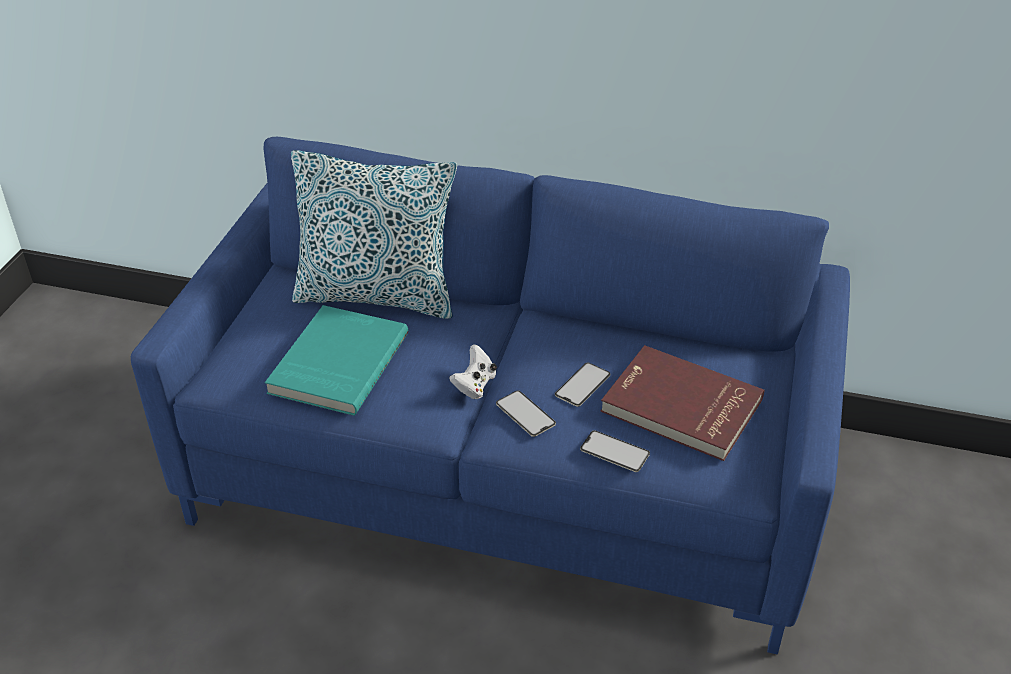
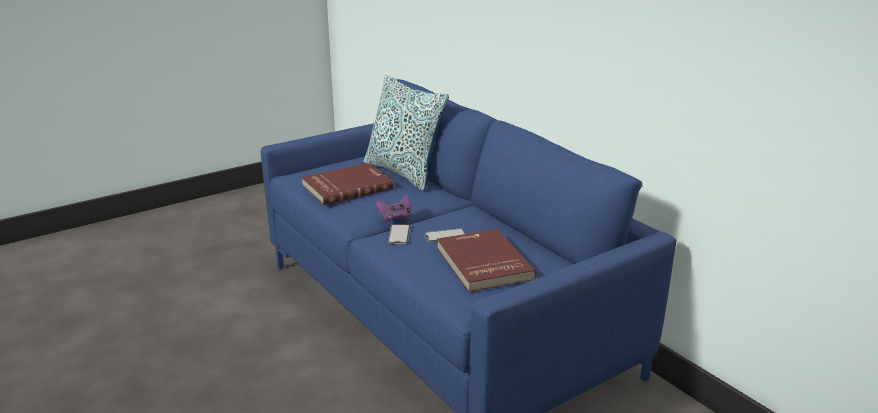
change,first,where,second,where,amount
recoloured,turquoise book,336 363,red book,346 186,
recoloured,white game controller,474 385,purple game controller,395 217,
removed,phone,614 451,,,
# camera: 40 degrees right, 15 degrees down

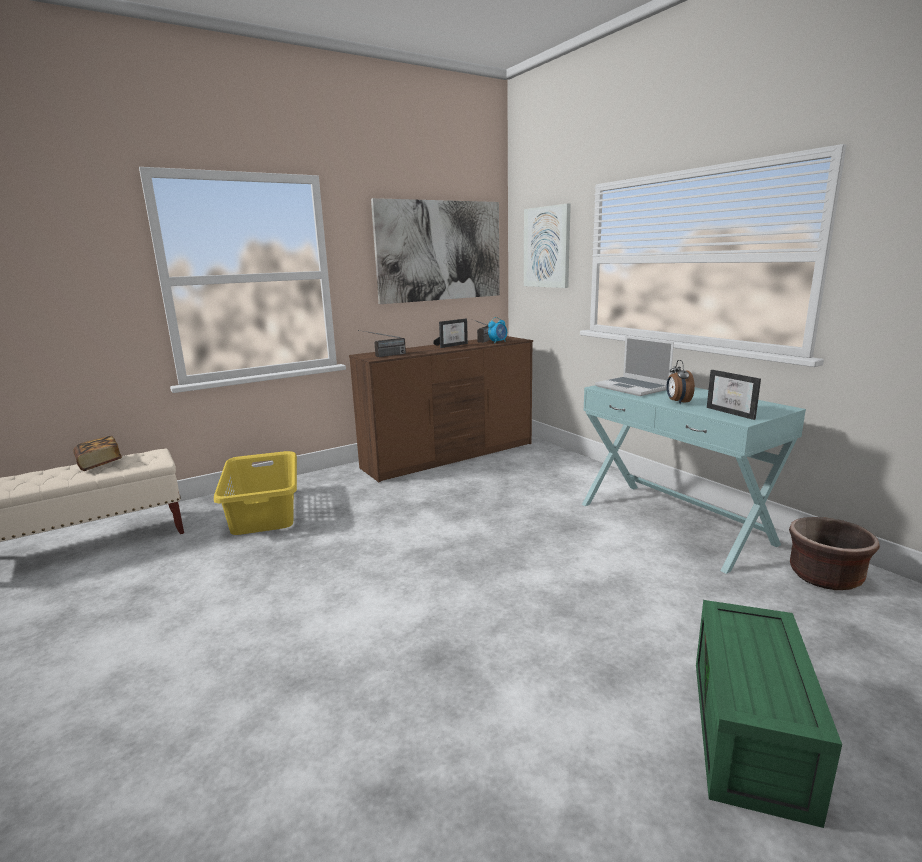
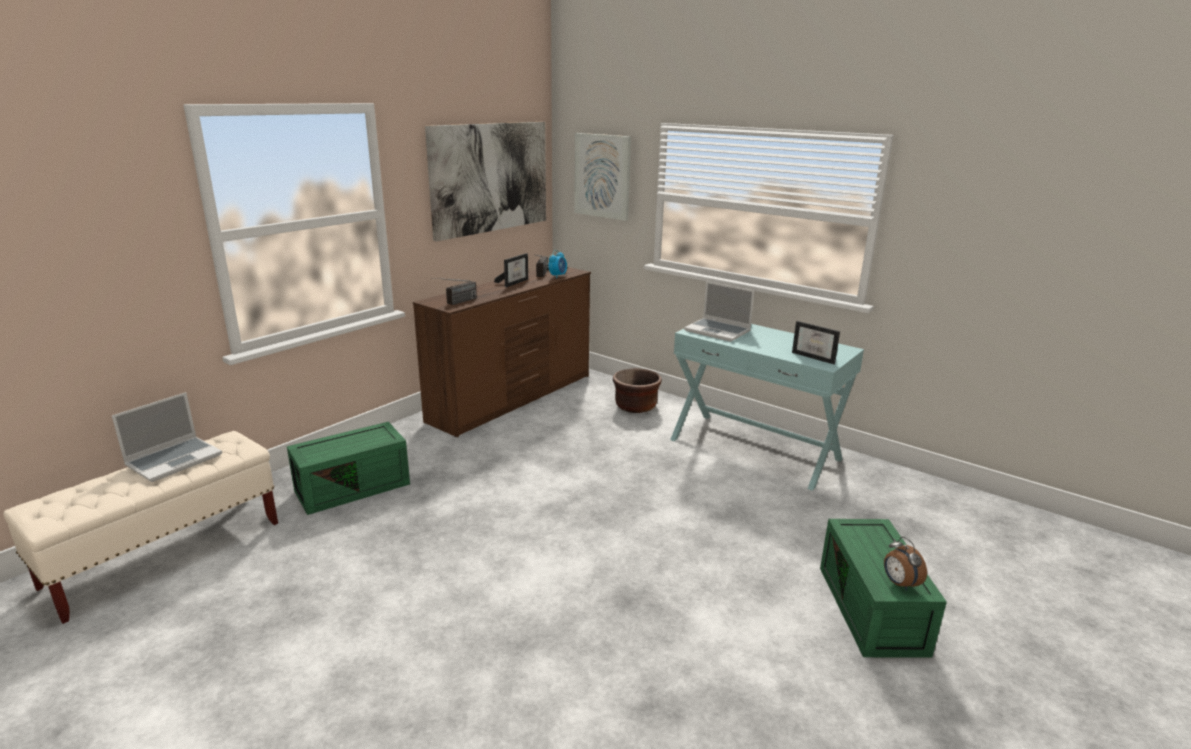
change,first,where,second,where,amount
replaced,book,99 463,laptop,175 460,
replaced,yellow laundry basket,265 512,green storage box,353 486,
moved,alarm clock,677 402,,899 583,
moved,brown planter,825 577,,636 406,
# camera: 20 degrees left, 5 degrees up

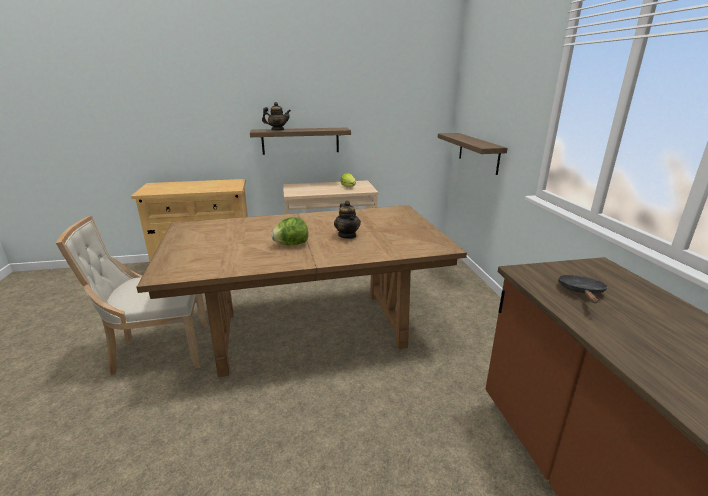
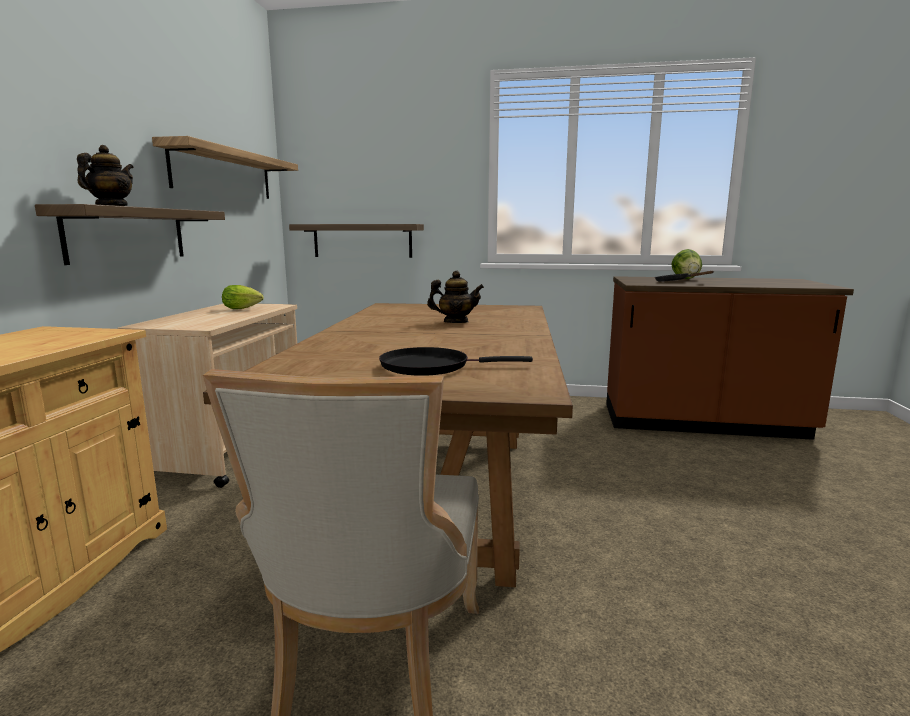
change,first,where,second,where,amount
moved,lettuce,291 244,,686 279,
added,,,shelf,224 173,
added,,,black frying pan,431 366,
# camera: 70 degrees left, 10 degrees down

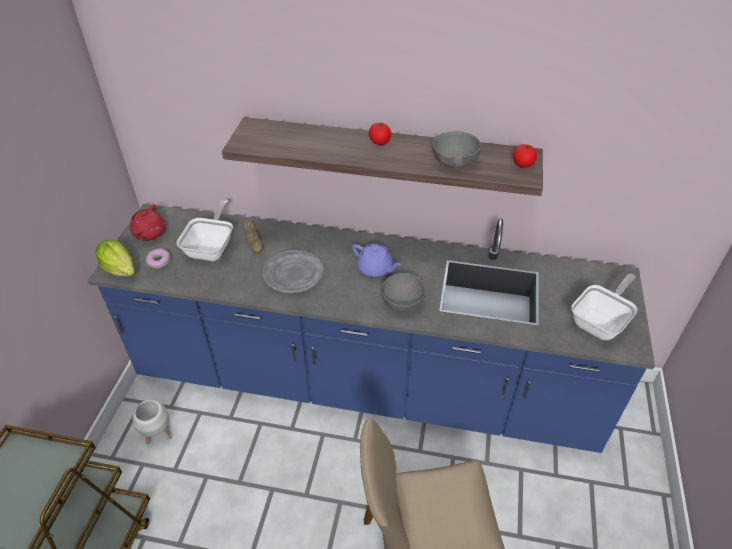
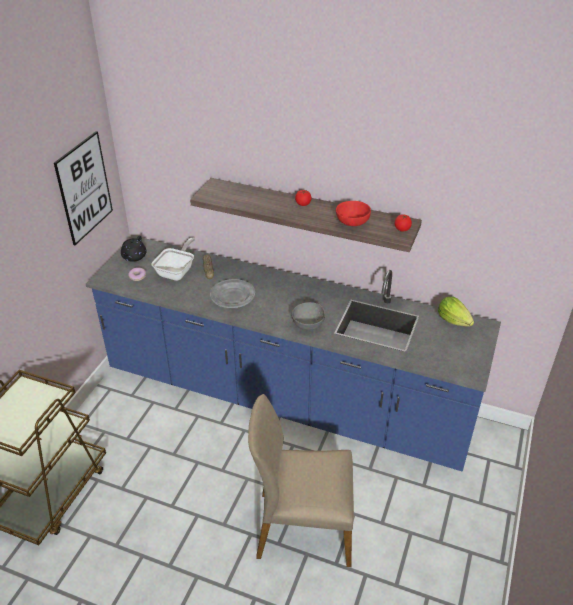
change,first,where,second,where,amount
moved,lettuce,120 269,,453 320,
recoloured,red teapot,149 233,black teapot,134 257,
removed,white planter,158 436,,,
removed,purple teapot,375 269,,,
recoloured,grey bowl,453 163,red bowl,351 223,
removed,frying pan,601 322,,,
added,,,picture,84 188,
# camera: 10 degrees right, 5 degrees down

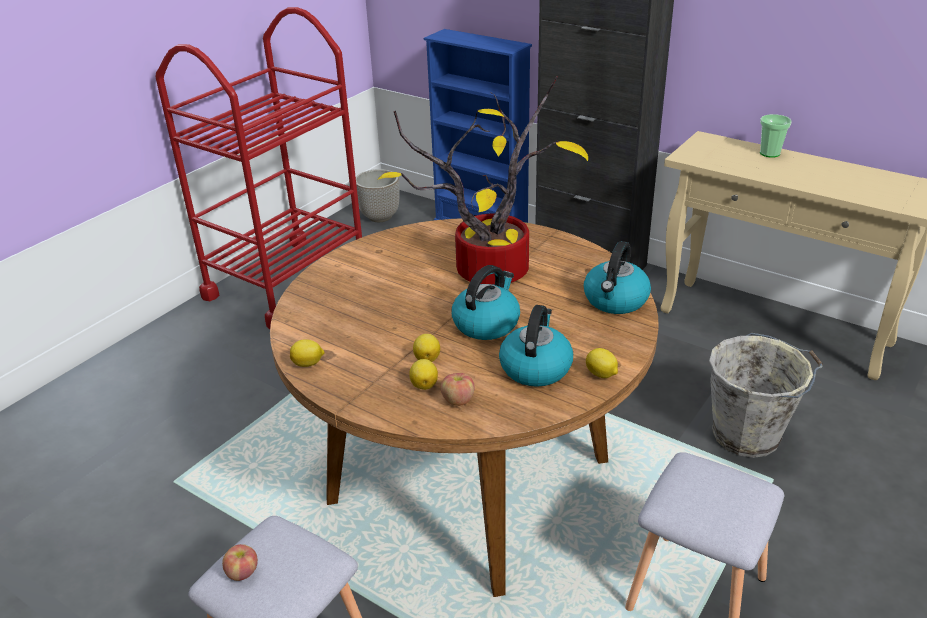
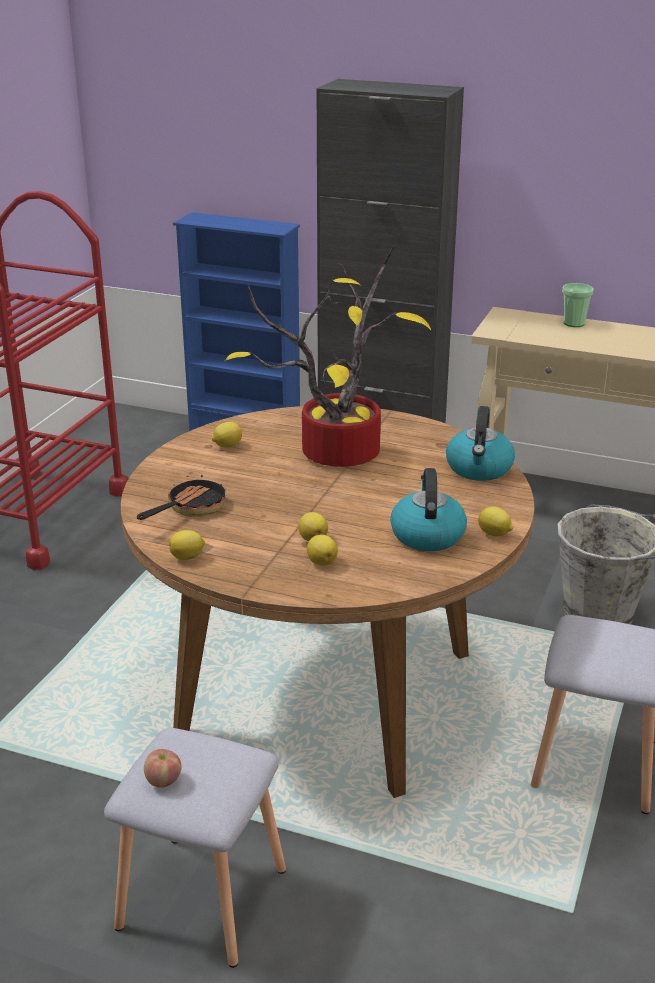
change,first,where,second,where,amount
removed,planter,380 217,,,
removed,apple,458 400,,,
removed,kettle,486 323,,,
added,,,frying pan,190 508,
added,,,lemon,227 446,
# camera: 15 degrees left, 5 degrees down

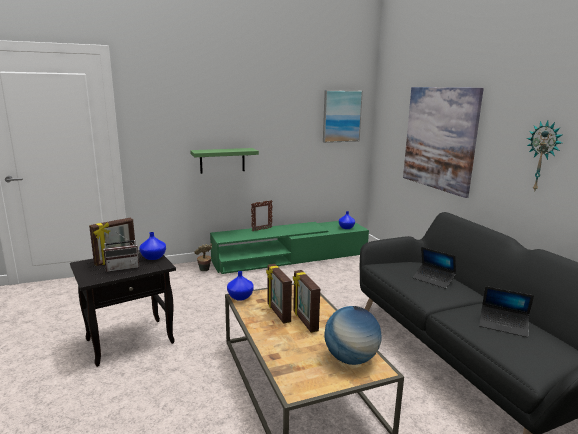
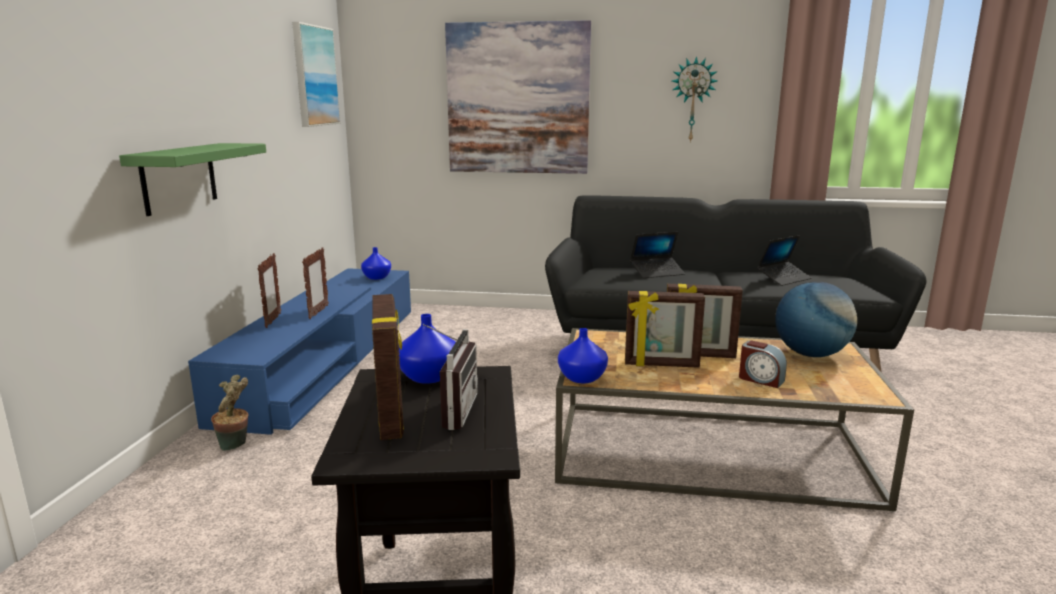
change,first,where,second,where,amount
recoloured,green tv stand,290 258,blue tv stand,326 360,
added,,,picture frame,318 312,
added,,,alarm clock,760 379,
# camera: 60 degrees left, 0 degrees up

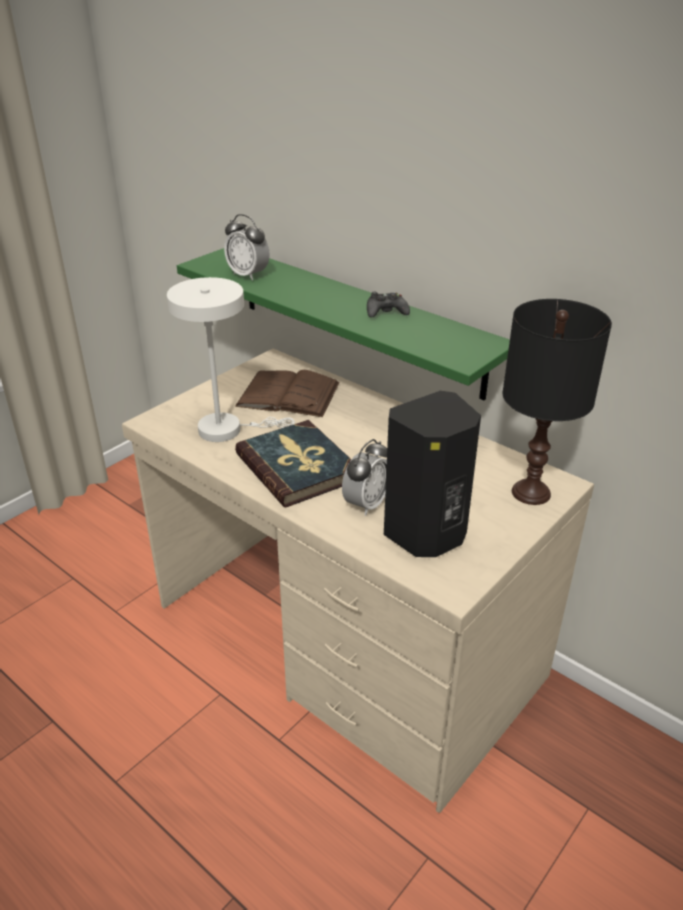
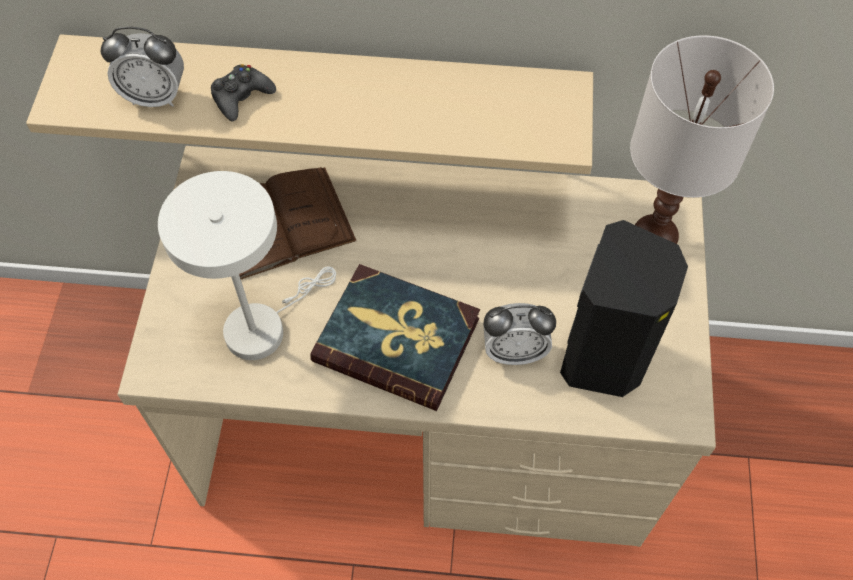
change,first,where,second,where,amount
recoloured,green shelf,357 319,beige shelf,327 86,
turned,alarm clock,366 504,,514 351,90 degrees clockwise
moved,black game controller,386 312,,241 97,
recoloured,black table lamp,530 492,white table lamp,654 233,
# camera: 35 degrees left, 25 degrees up

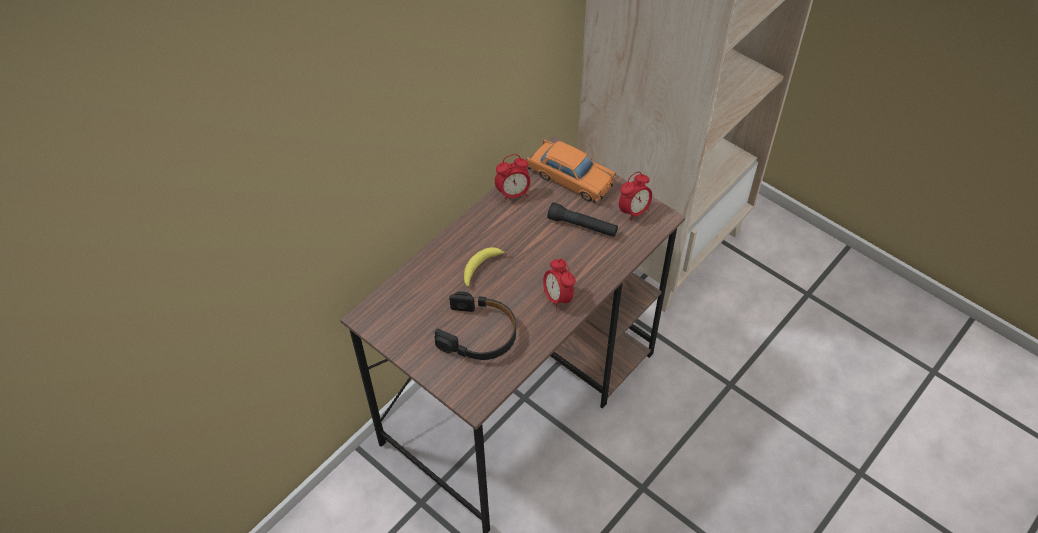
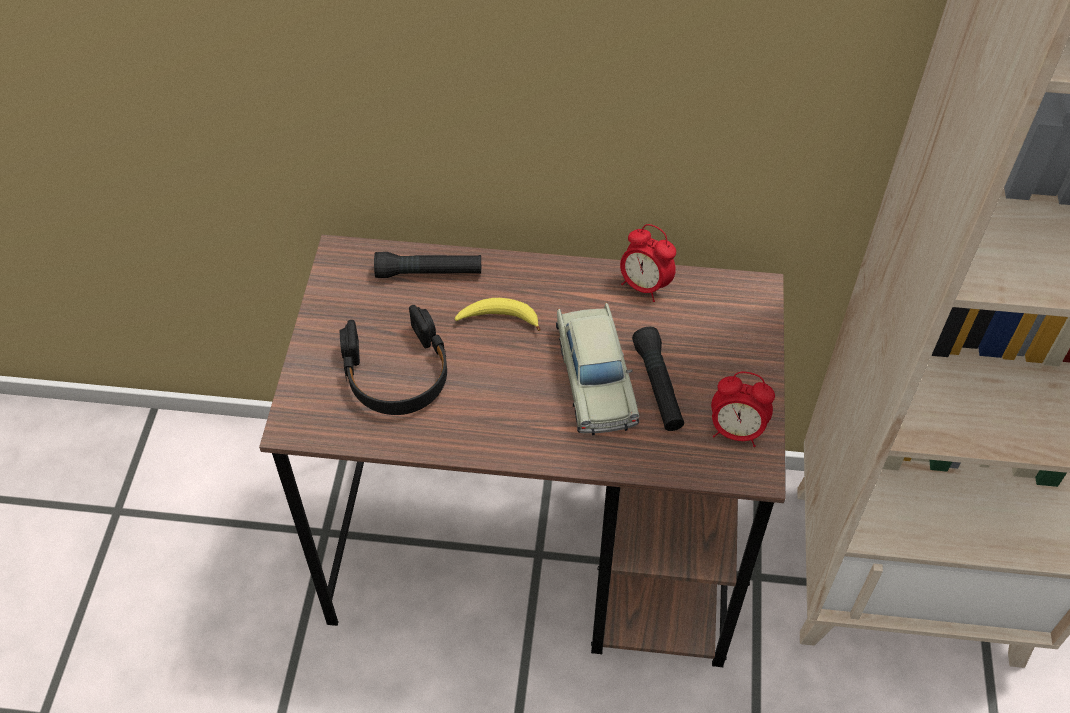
change,first,where,second,where,amount
removed,orange toy car,570 178,,,
removed,alarm clock,558 297,,,
added,,,black flashlight,429 273,
added,,,beige toy car,595 378,
# camera: 55 degrees right, 0 degrees up

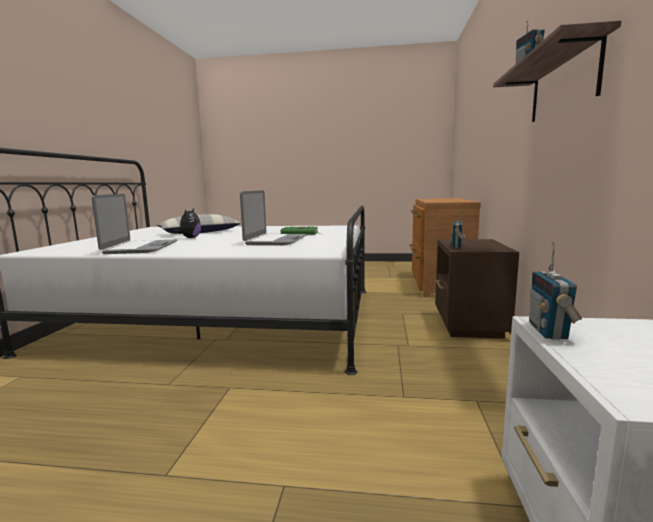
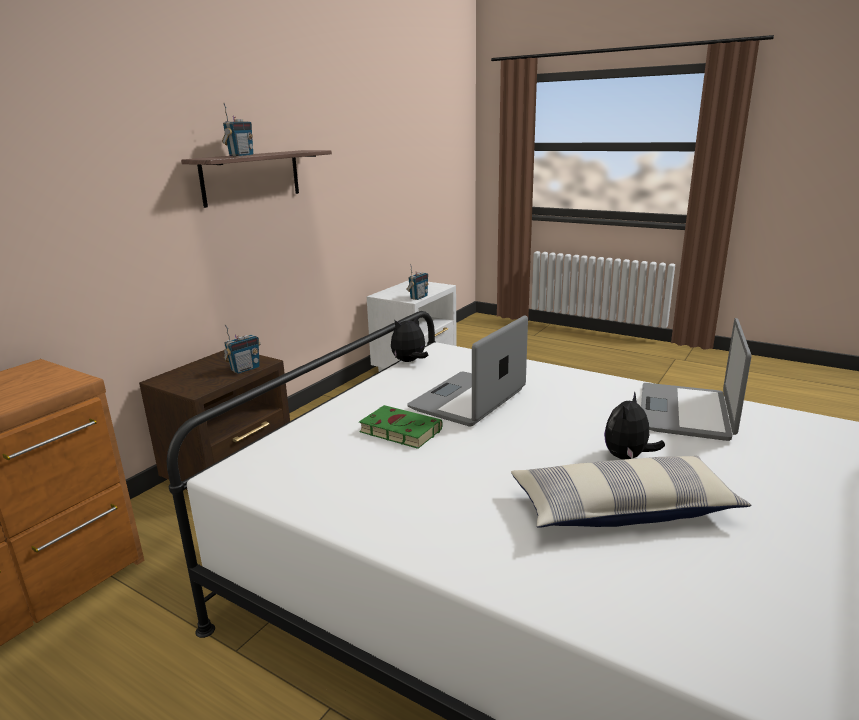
change,first,where,second,where,amount
added,,,plush toy,409 361,
# camera: 155 degrees left, 10 degrees up

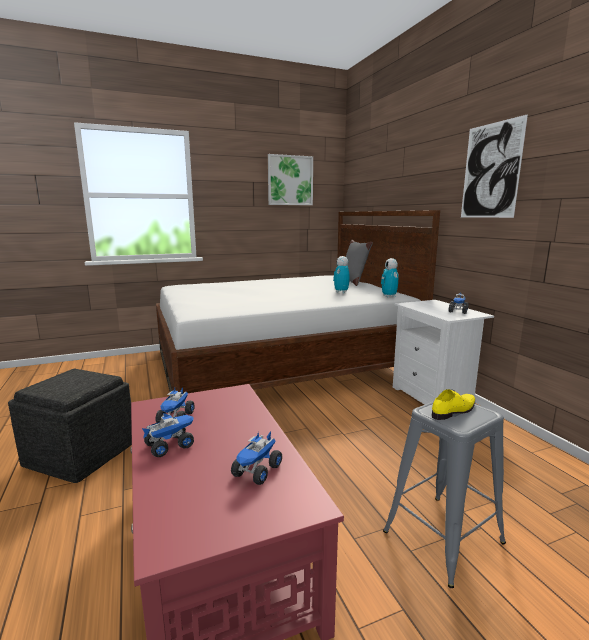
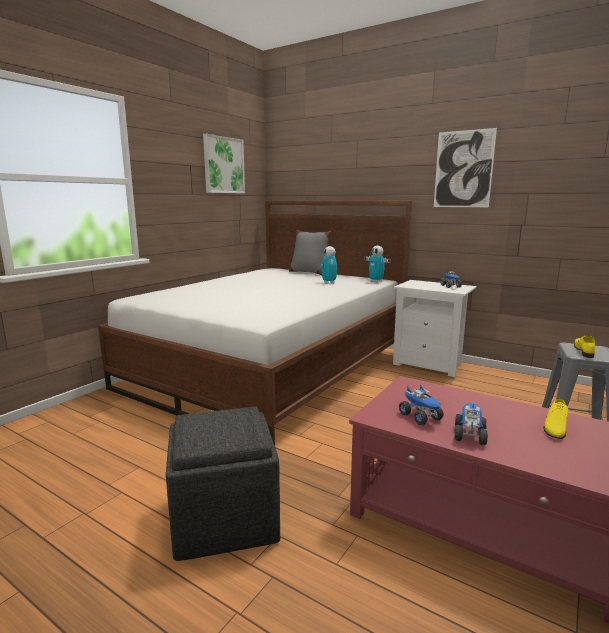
change,first,where,second,where,amount
replaced,toy truck,257 471,yellow shoe,555 426,
# camera: 35 degrees left, 0 degrees up

